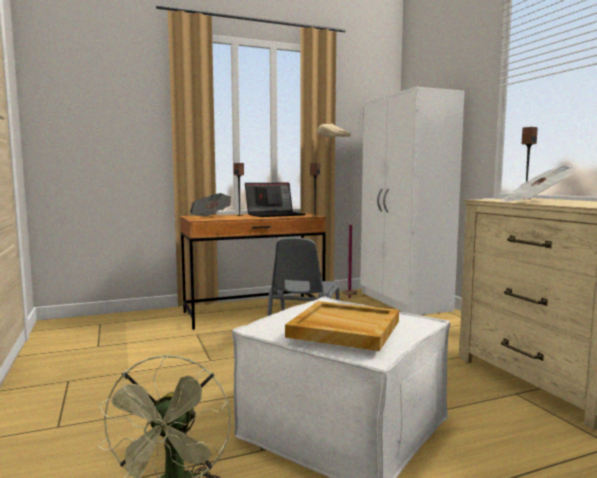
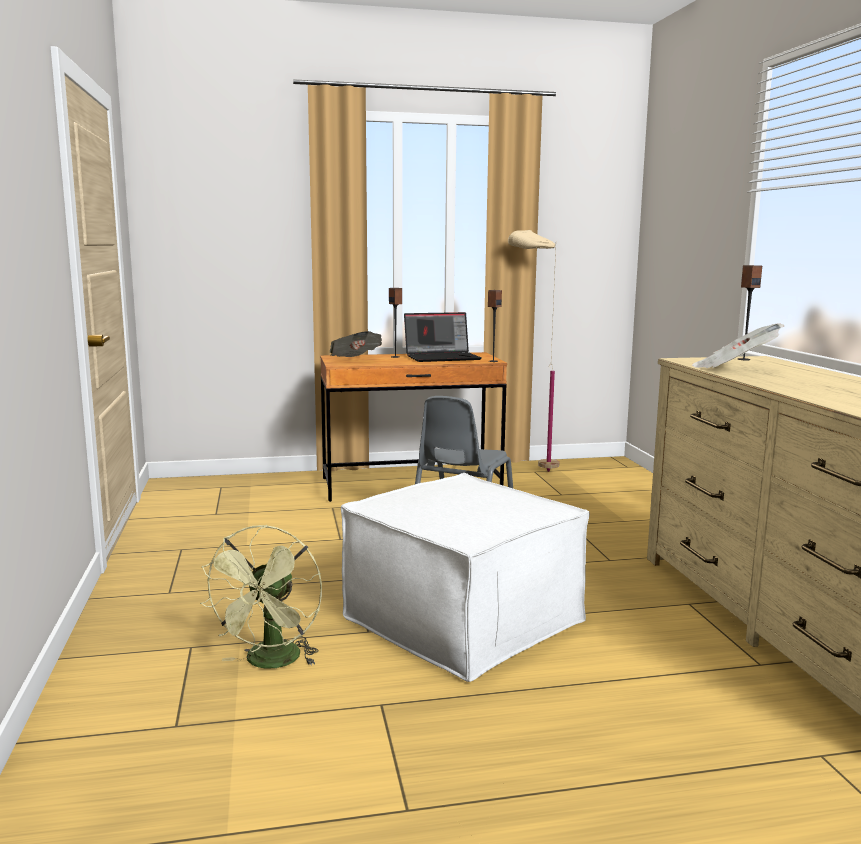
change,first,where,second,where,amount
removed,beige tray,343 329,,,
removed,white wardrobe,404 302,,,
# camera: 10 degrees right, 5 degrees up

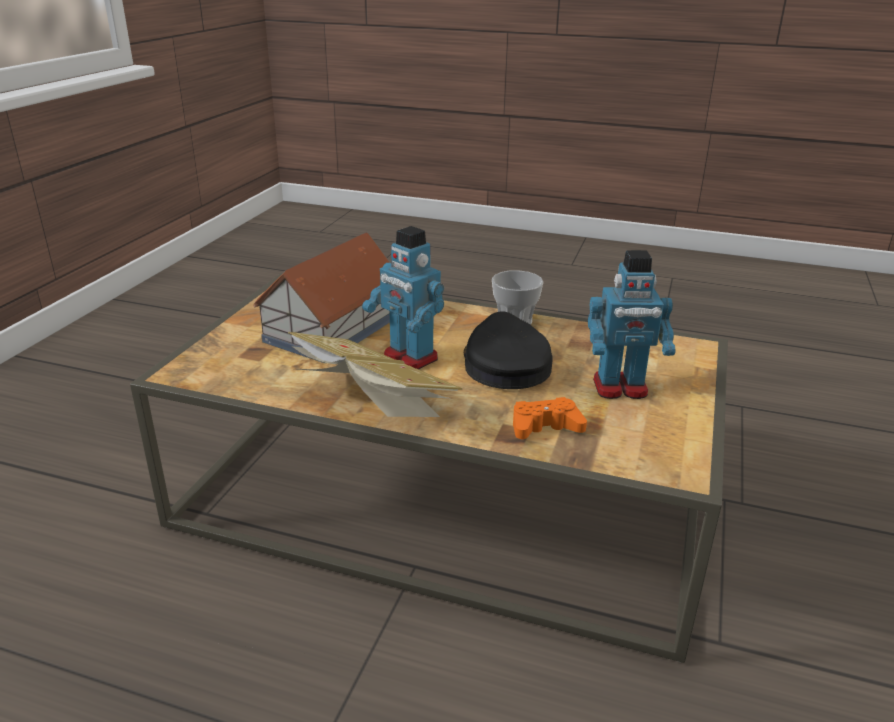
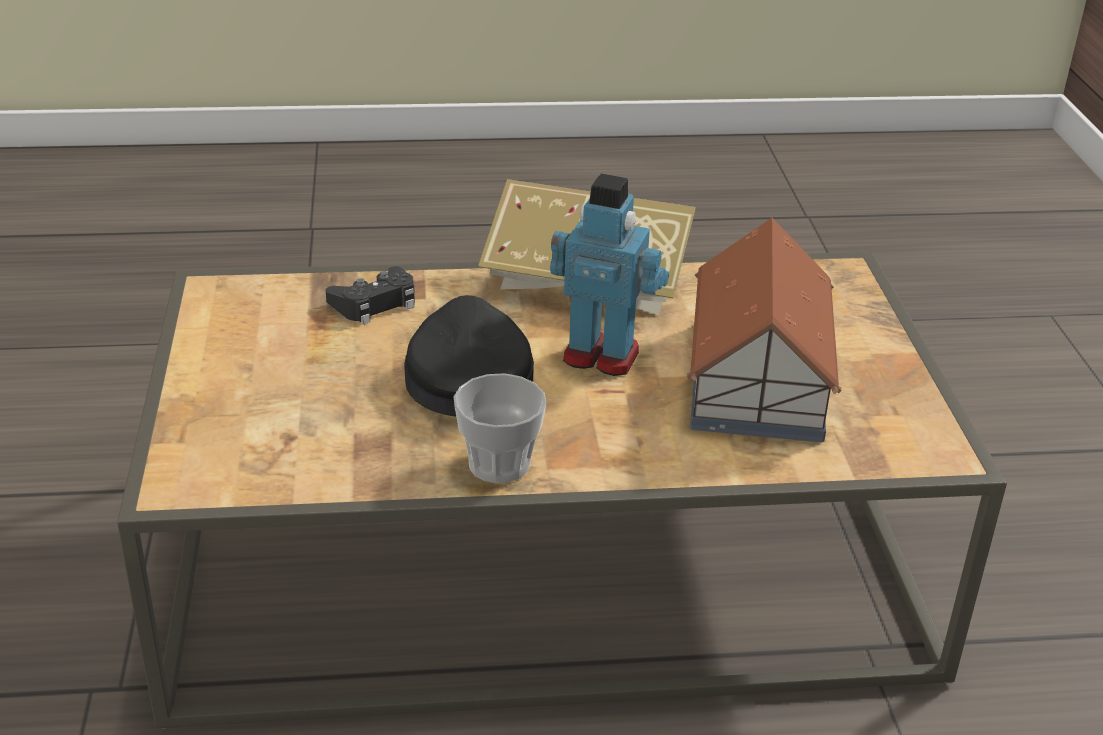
change,first,where,second,where,amount
turned,black cap,504 364,,467 375,150 degrees counterclockwise
recoloured,orange game controller,545 427,black game controller,375 303,
removed,toy robot,620 388,,,
# camera: 155 degrees right, 5 degrees up

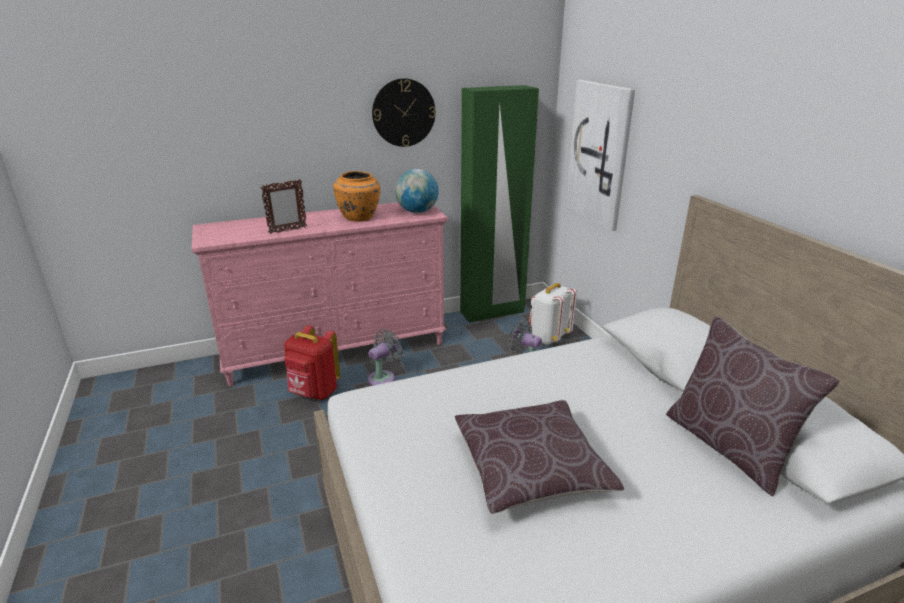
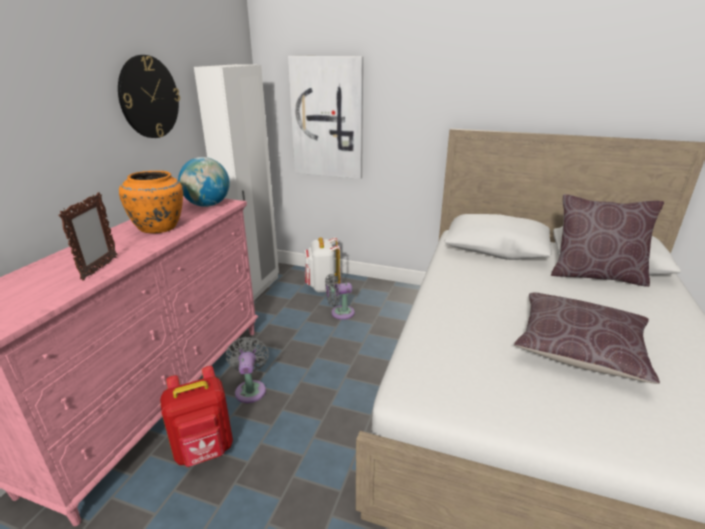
change,first,where,second,where,amount
recoloured,green wardrobe,492 312,white wardrobe,255 289,
# camera: 50 degrees left, 0 degrees up

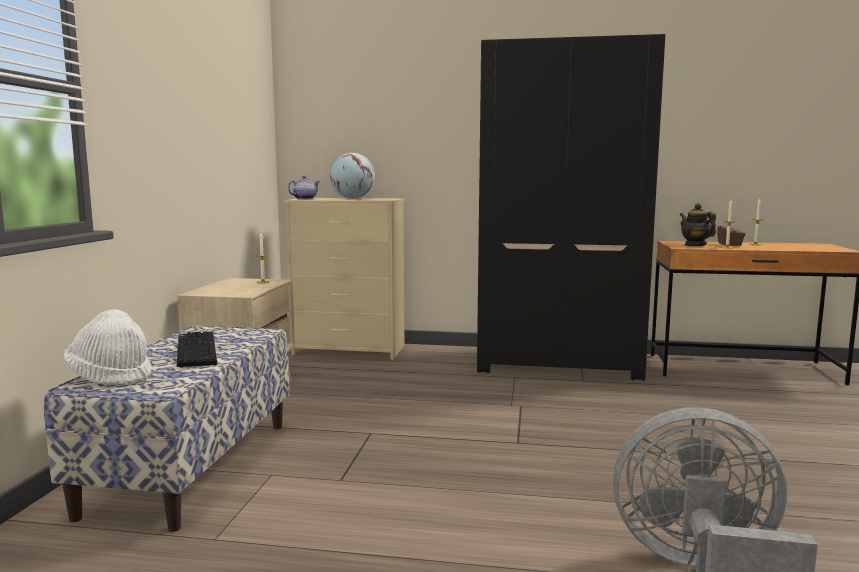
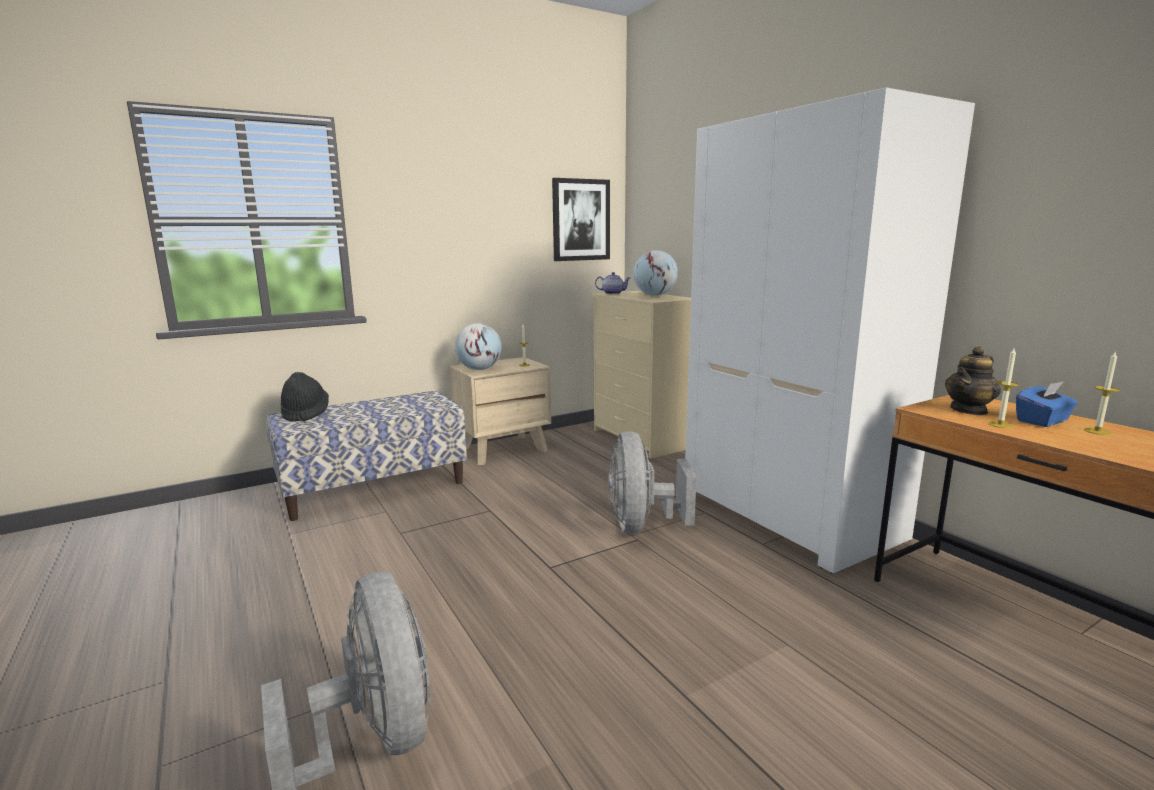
change,first,where,second,where,amount
recoloured,white hat,111 376,black hat,305 414,
removed,keyboard,194 350,,,
recoloured,black wardrobe,559 362,white wardrobe,791 516,
turned,teapot,695 245,,969 410,150 degrees counterclockwise
recoloured,brown tissue box,730 244,blue tissue box,1043 421,
added,,,globe,479 369,
added,,,picture,580 220,
added,,,grey fan,641 526,
# camera: 50 degrees right, 5 degrees up

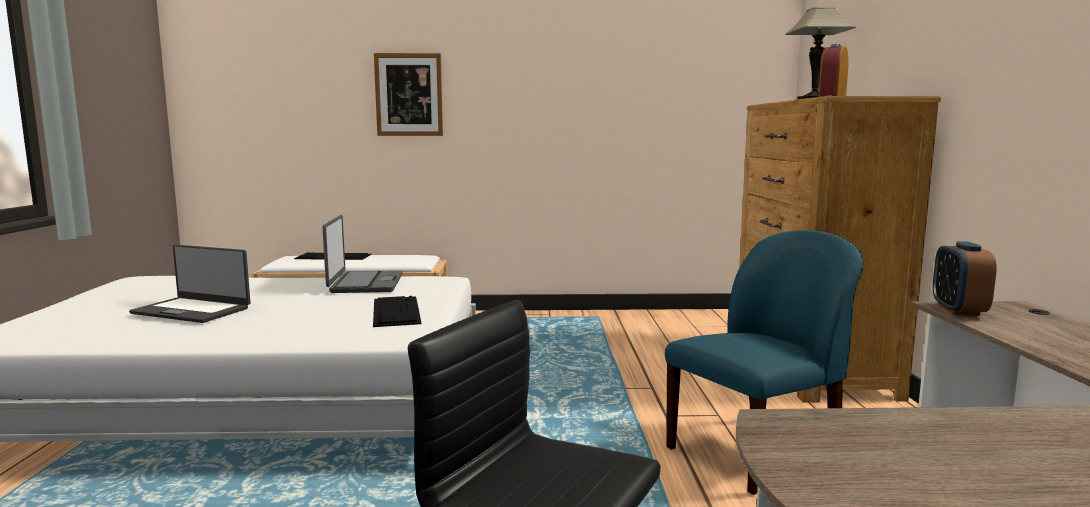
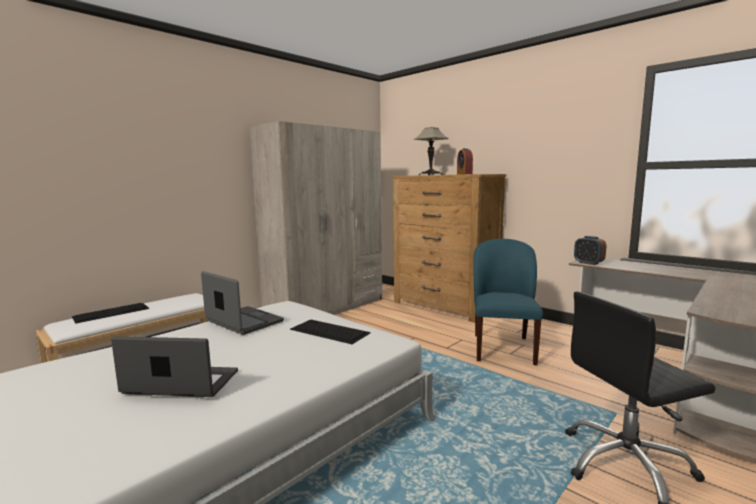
change,first,where,second,where,amount
turned,laptop,192 310,,181 383,150 degrees counterclockwise
removed,picture,409 95,,,
added,,,beige wardrobe,326 308,
# camera: 45 degrees left, 0 degrees up

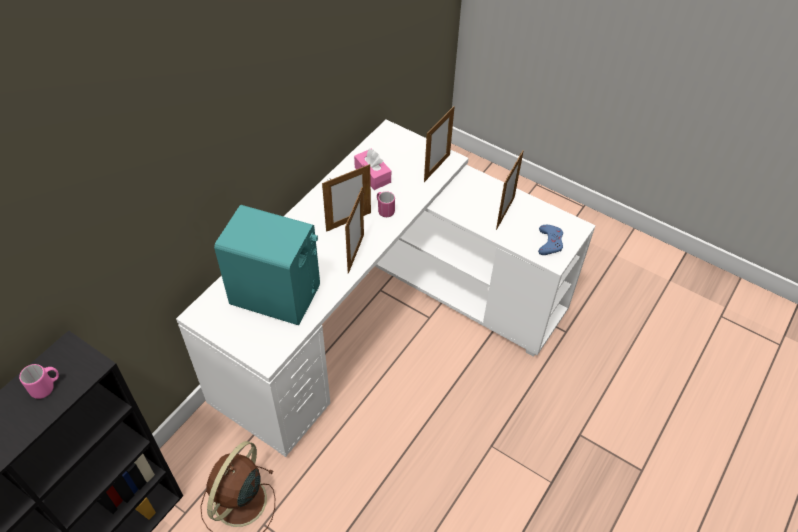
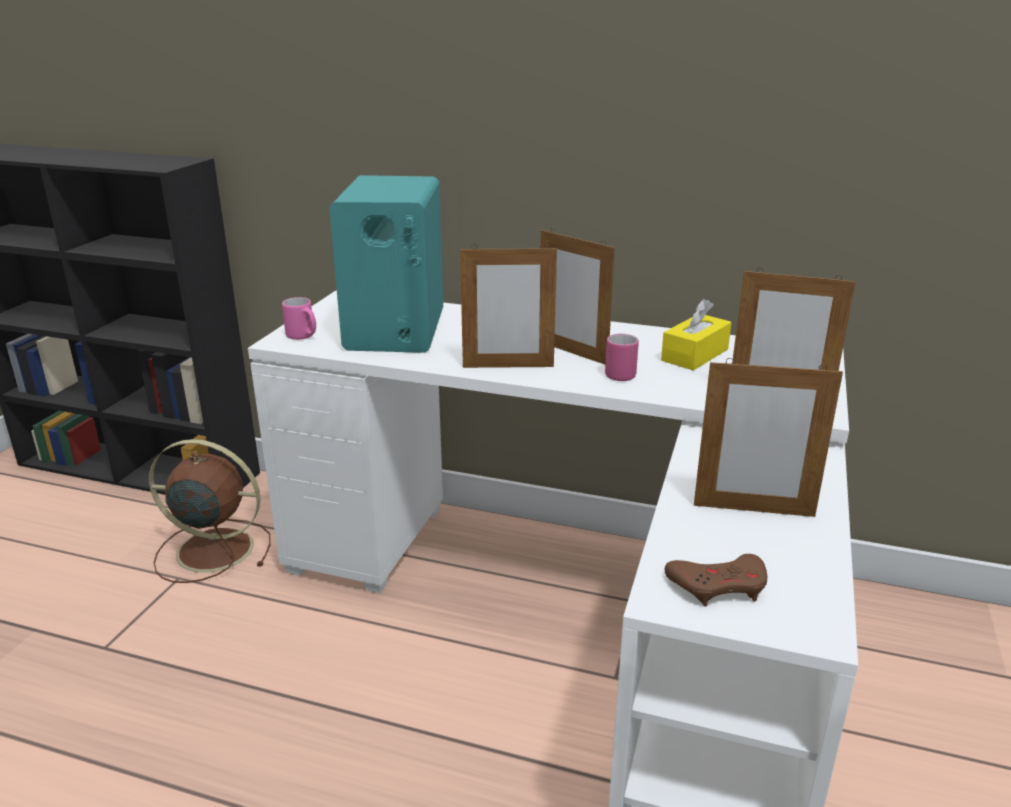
change,first,where,second,where,amount
moved,pink mug,46 387,,303 337,
recoloured,pink tissue box,372 175,yellow tissue box,695 355,
recoloured,blue game controller,549 242,brown game controller,719 585,
# camera: 75 degrees right, 25 degrees down

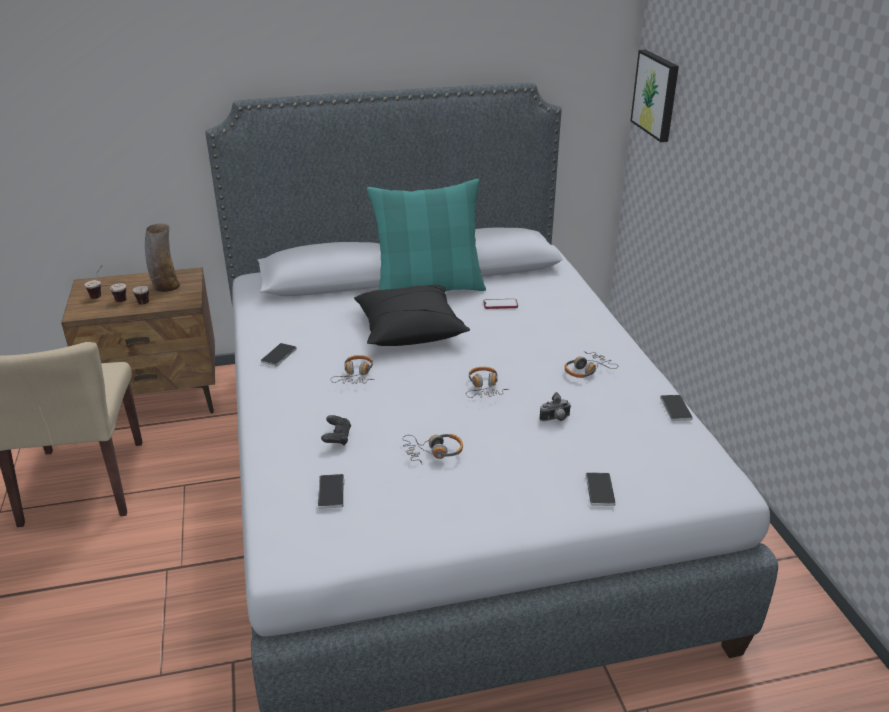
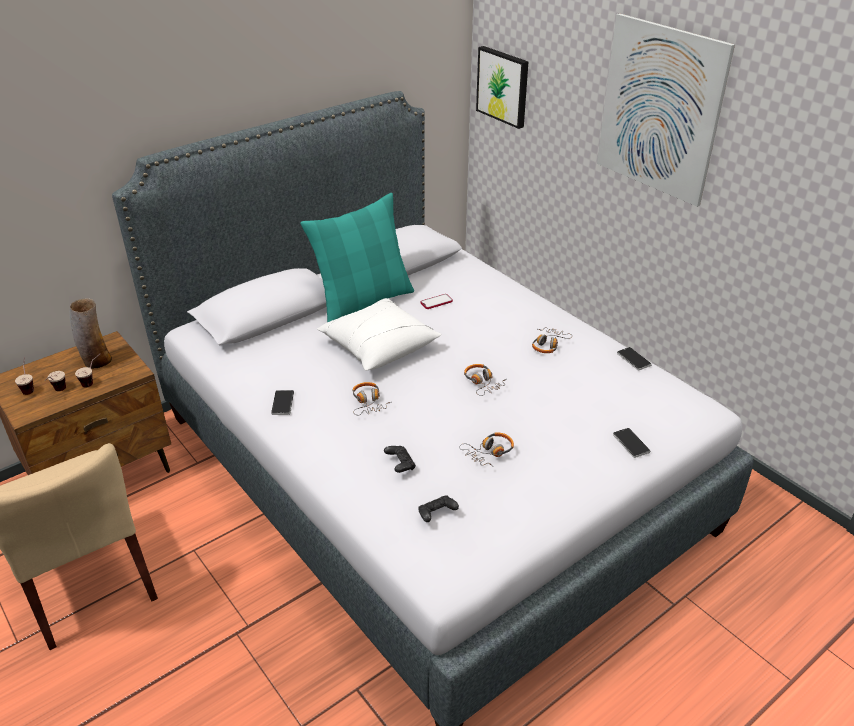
change,first,where,second,where,amount
replaced,phone,331 492,black game controller,436 514,
recoloured,black pillow,409 330,white pillow,379 346,
removed,photo camera,555 419,,,
added,,,picture,660 109,
# camera: 25 degrees left, 5 degrees up

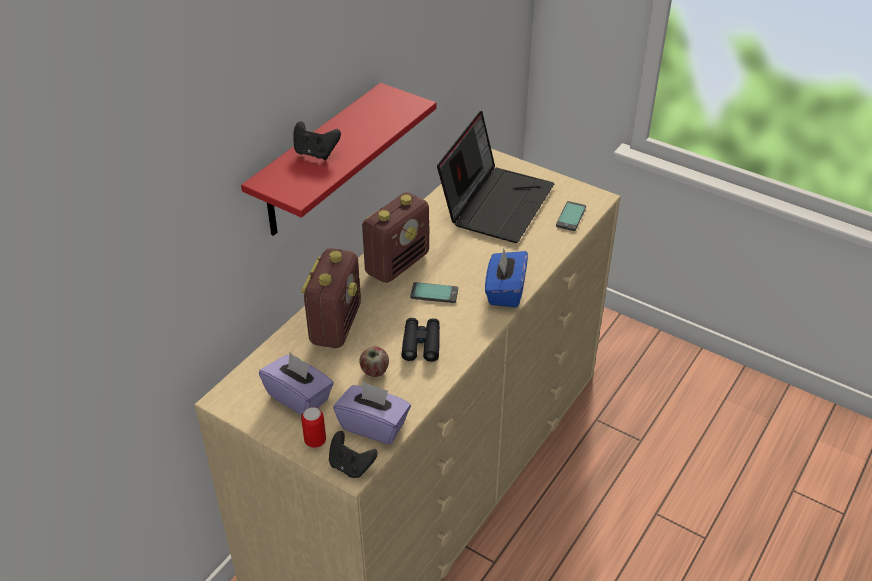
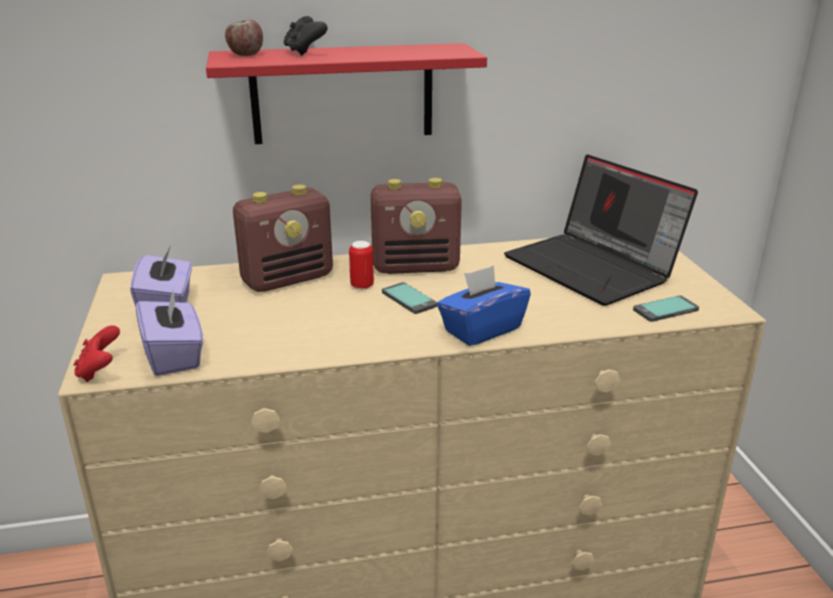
change,first,where,second,where,amount
moved,can,315 441,,362 286,
recoloured,black game controller,351 466,red game controller,100 371,
moved,apple,374 371,,245 54,
removed,black binoculars,421 344,,,
turned,laptop,496 202,,593 268,75 degrees clockwise
# camera: 45 degrees right, 15 degrees down

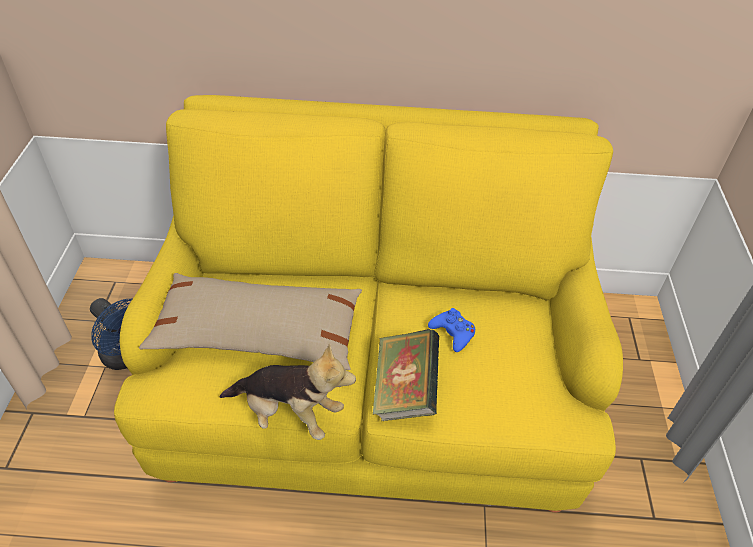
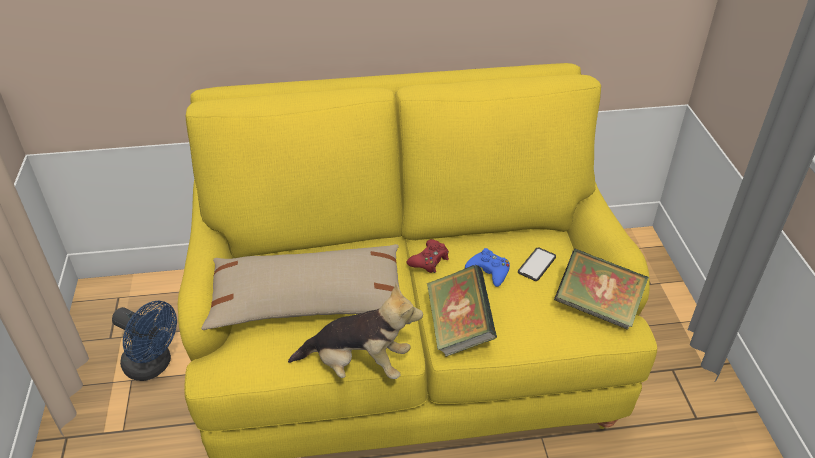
change,first,where,second,where,amount
added,,,red game controller,429 260,
added,,,phone,536 265,
added,,,book,596 307,
# camera: 10 degrees left, 5 degrees down

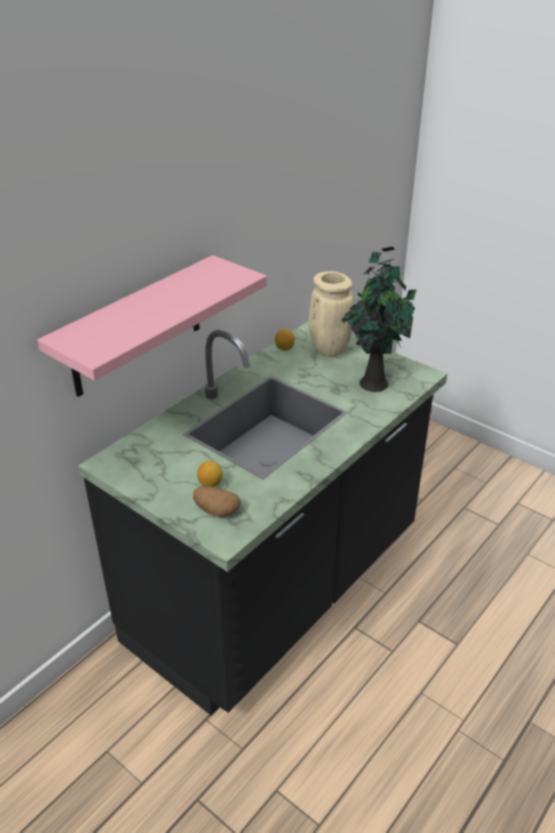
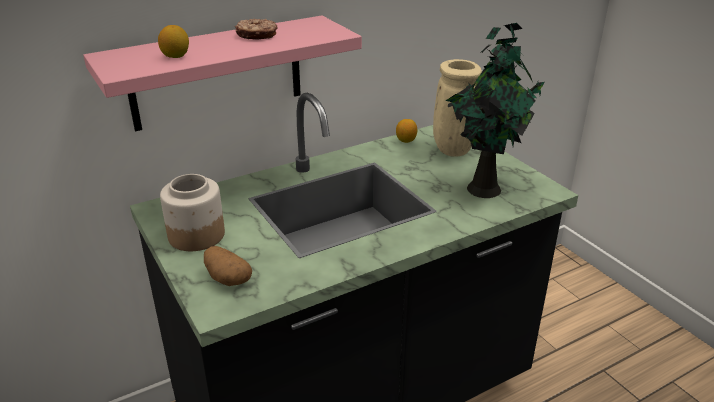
change,first,where,second,where,amount
moved,lemon,210 484,,176 56,
added,,,jar,196 235,
added,,,donut,256 35,
# camera: 20 degrees right, 5 degrees down

